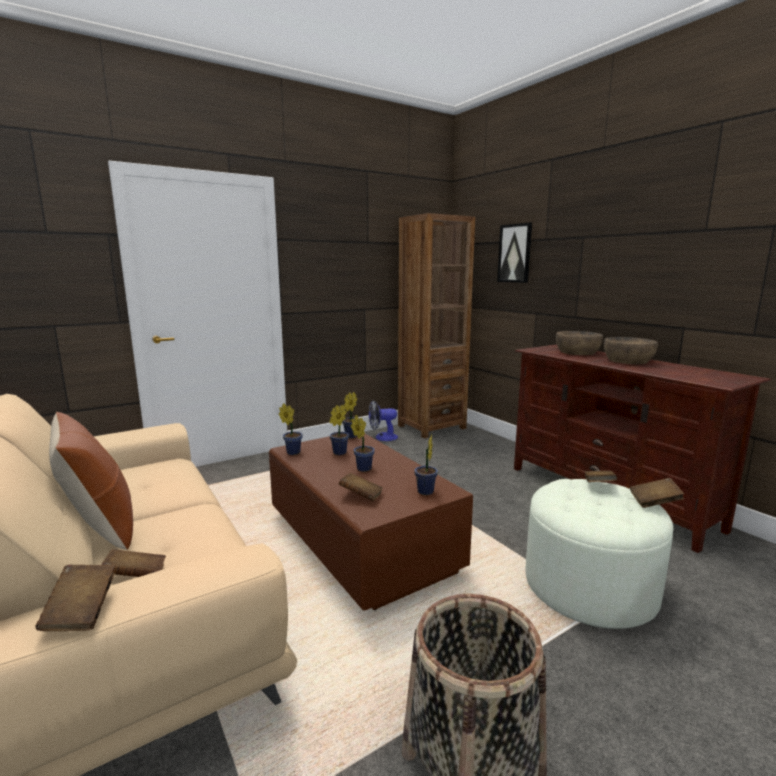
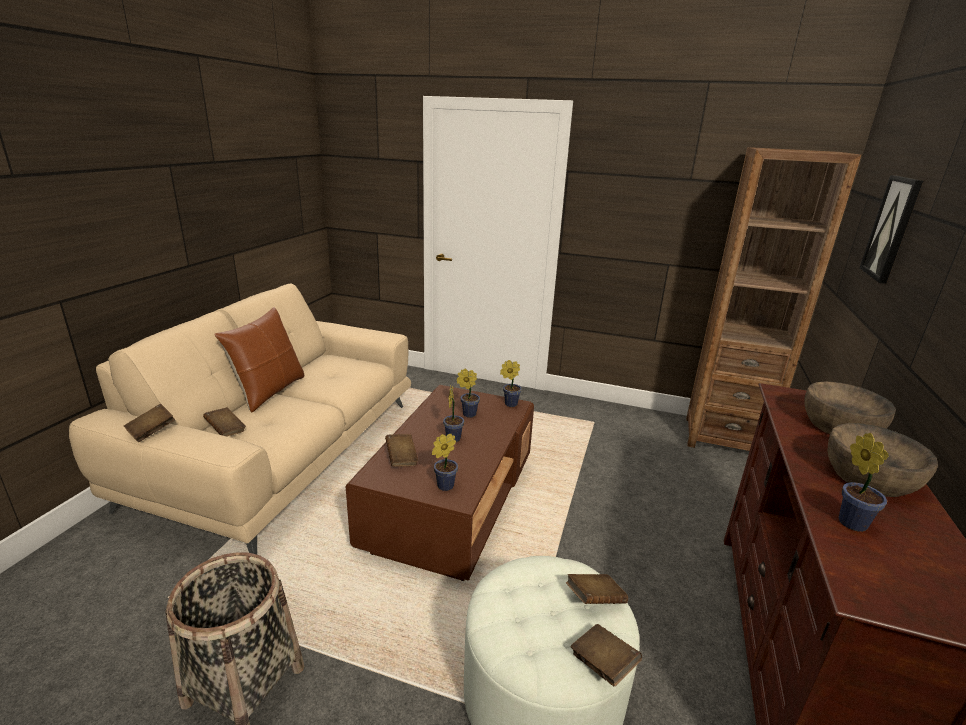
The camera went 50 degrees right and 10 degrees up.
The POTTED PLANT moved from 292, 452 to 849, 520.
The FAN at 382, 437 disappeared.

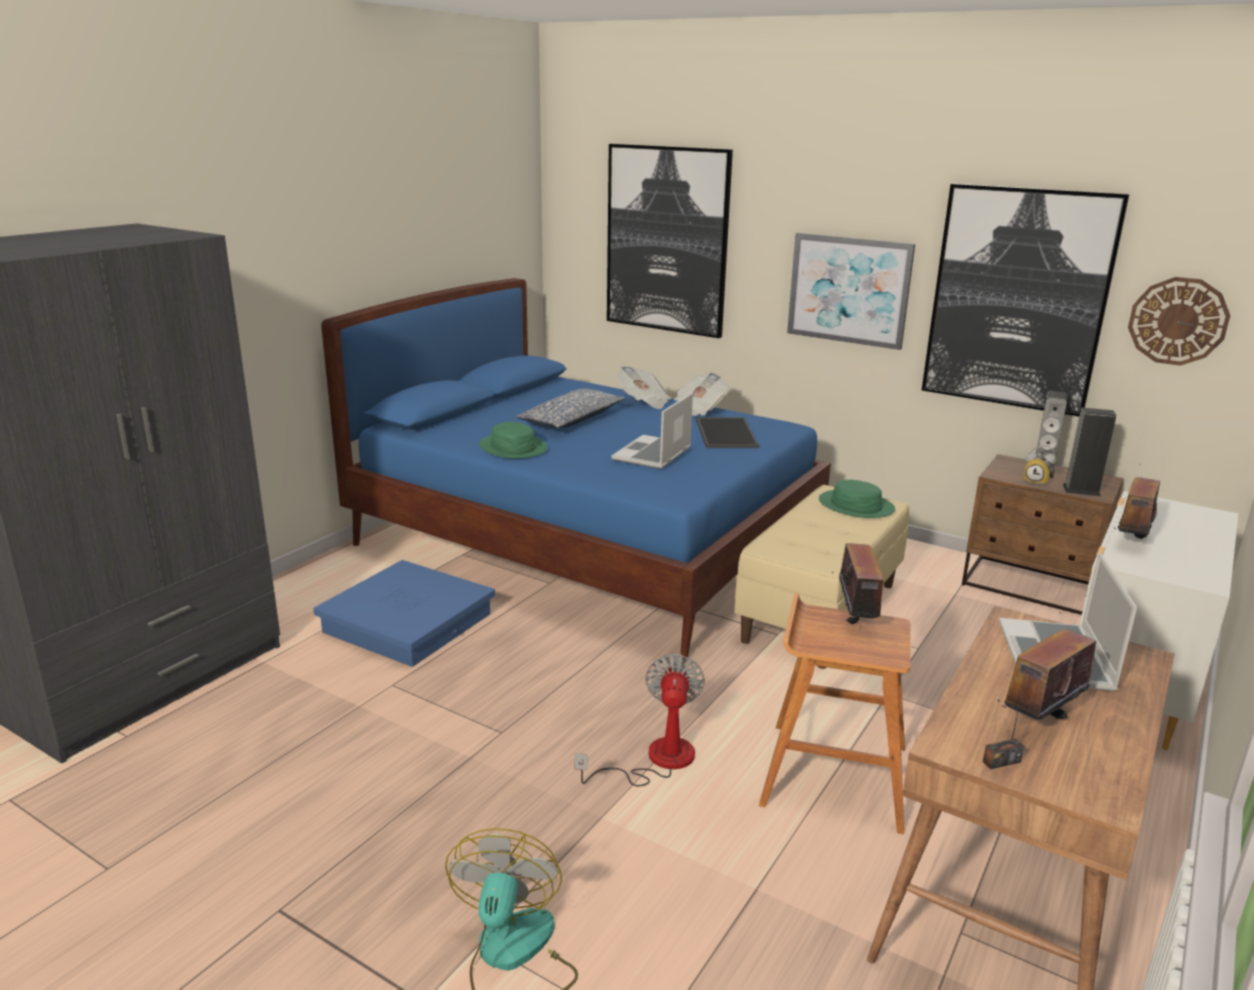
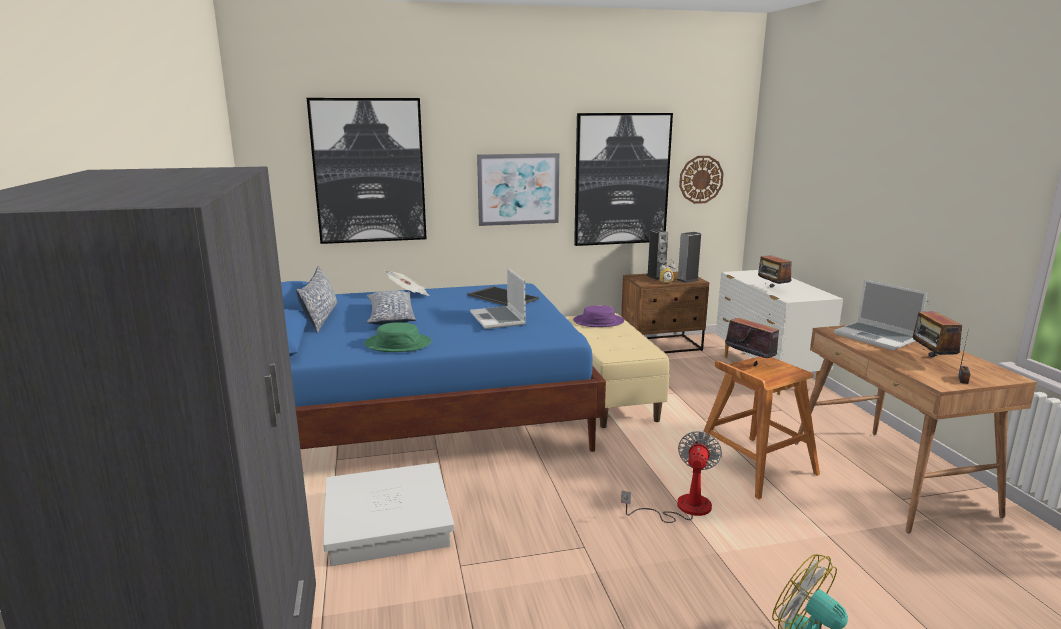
The camera went 45 degrees left and 5 degrees down.
The PILLOW at 320, 317 appeared.
The BLUE STORAGE BOX at 408, 622 became the WHITE STORAGE BOX at 388, 521.
The GREEN HAT at 855, 506 became the PURPLE HAT at 598, 321.
The FAN at 656, 760 turned 60 degrees clockwise.
The NEWSPAPER at 697, 410 disappeared.

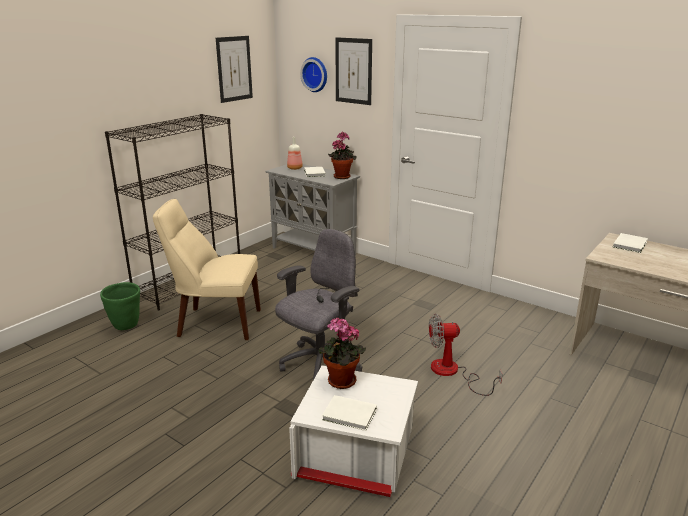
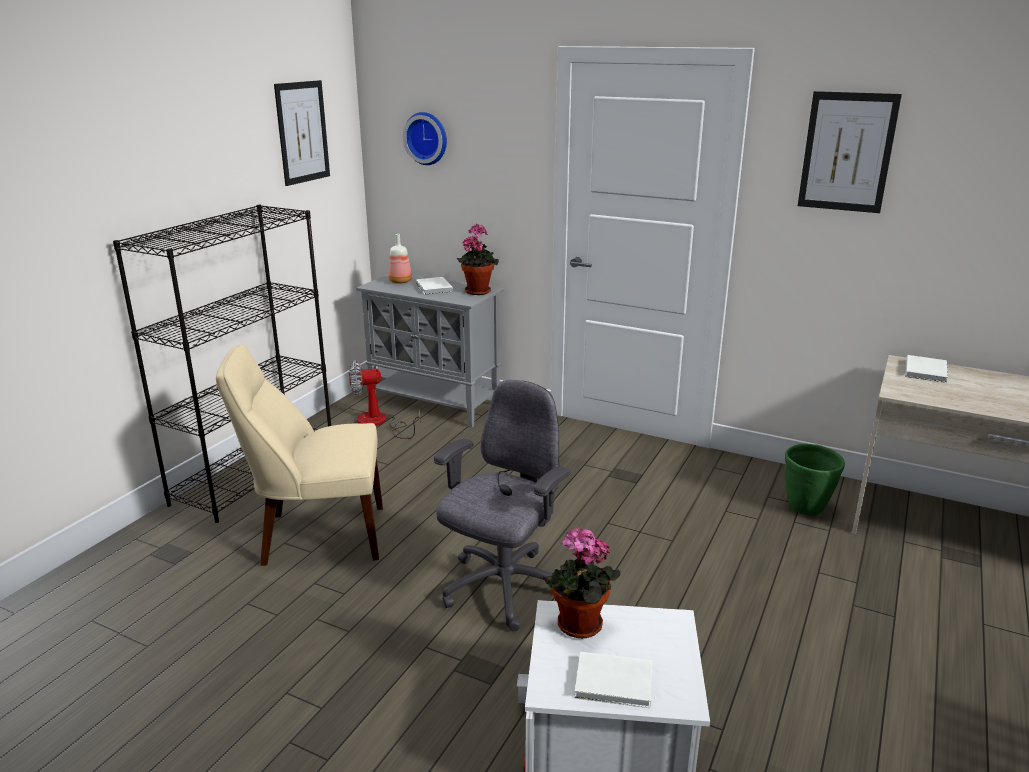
The camera went 10 degrees left and 0 degrees up.
The FAN moved from 452, 373 to 379, 423.
The GREEN PLANTER moved from 126, 325 to 806, 508.
The PICTURE moved from 353, 71 to 847, 152.

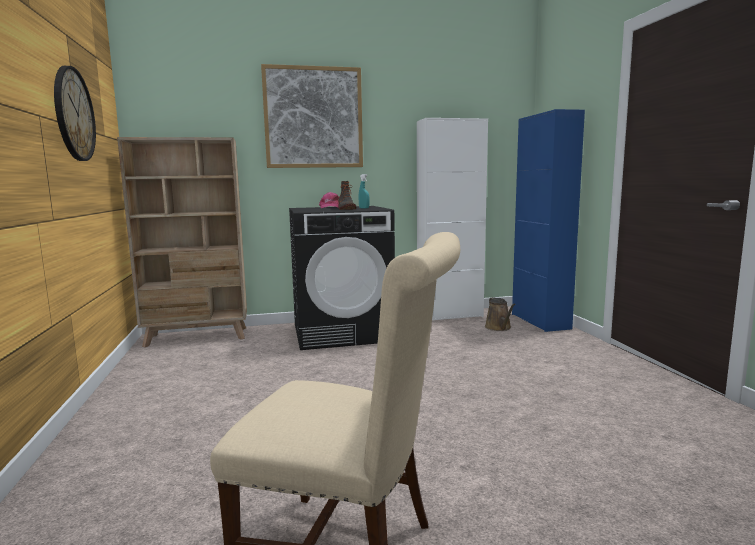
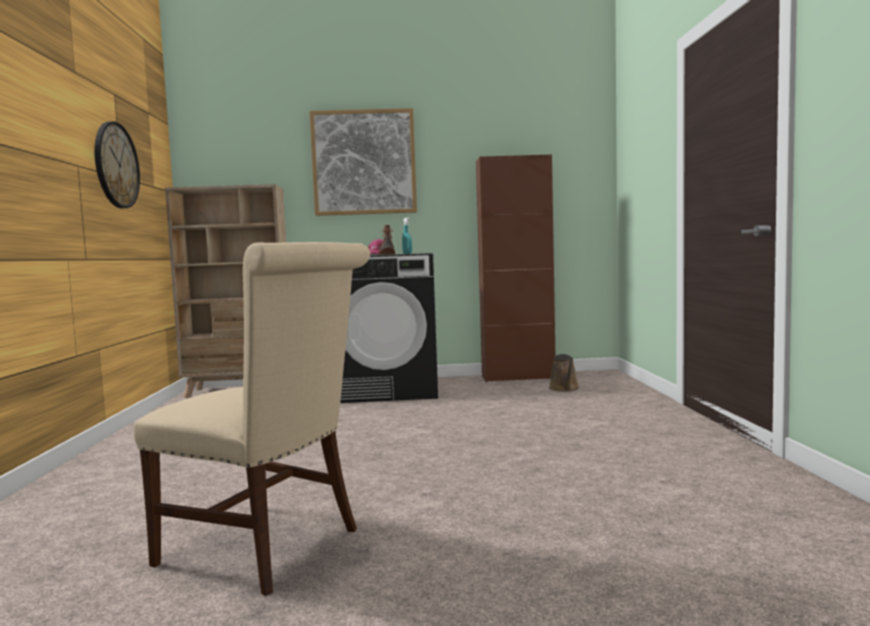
The camera went 10 degrees right and 5 degrees down.
The WHITE CABINET at 449, 315 became the BROWN CABINET at 518, 377.
The BLUE CABINET at 540, 321 disappeared.

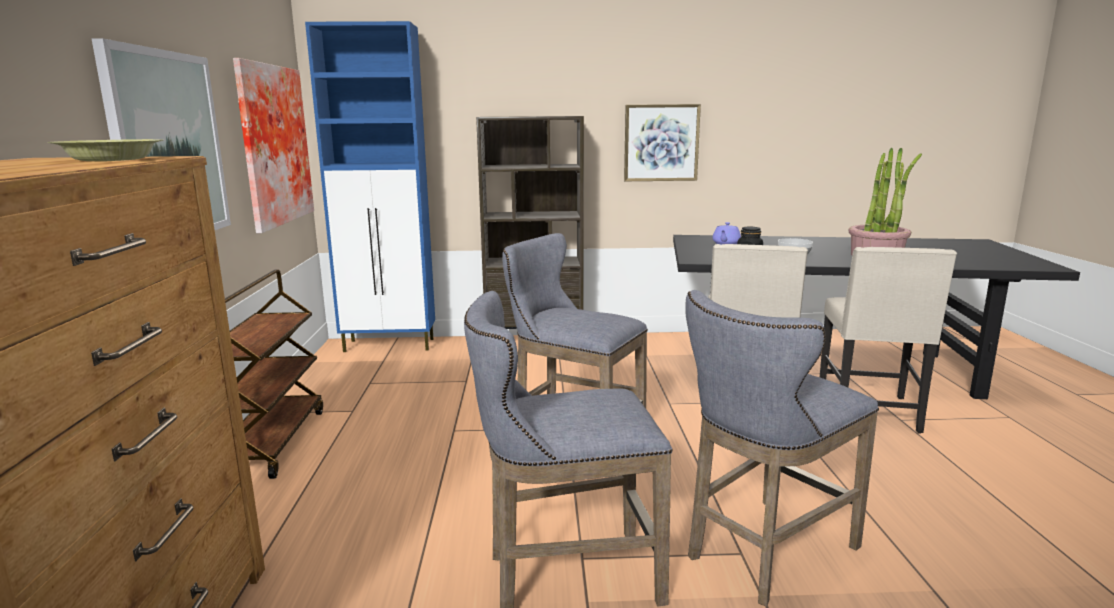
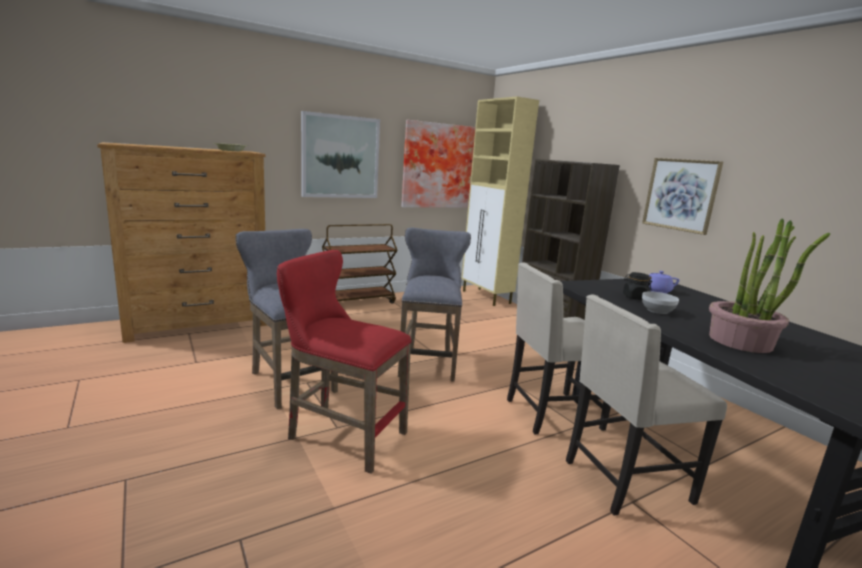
The camera went 60 degrees right and 0 degrees up.
The GREY STOOL at 764, 553 became the RED STOOL at 341, 435.
The BLUE CABINET at 390, 345 became the BEIGE CABINET at 486, 297.

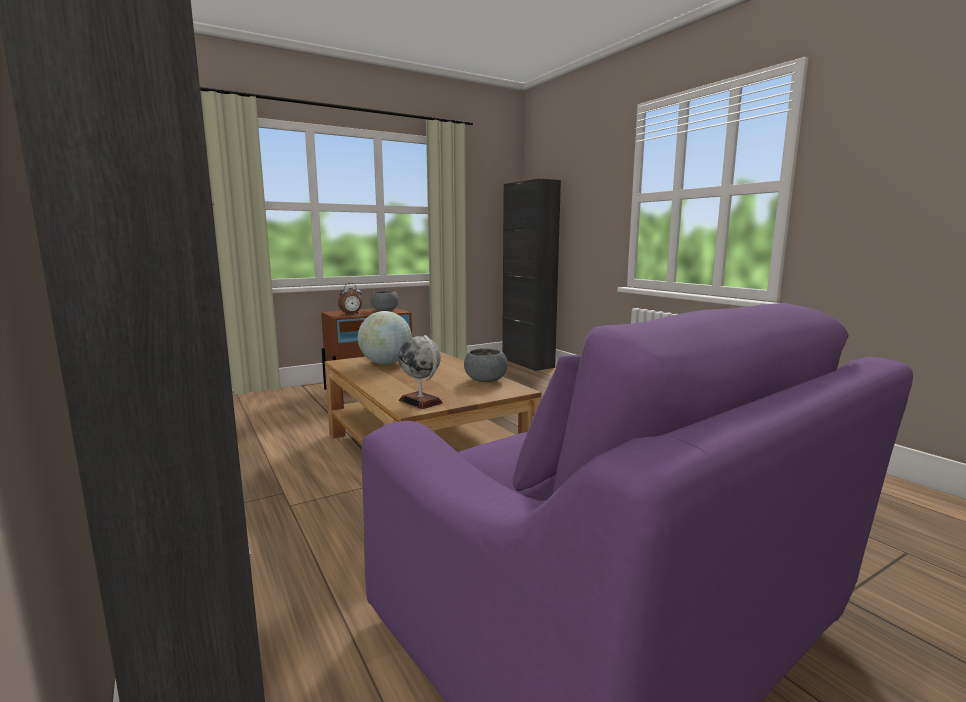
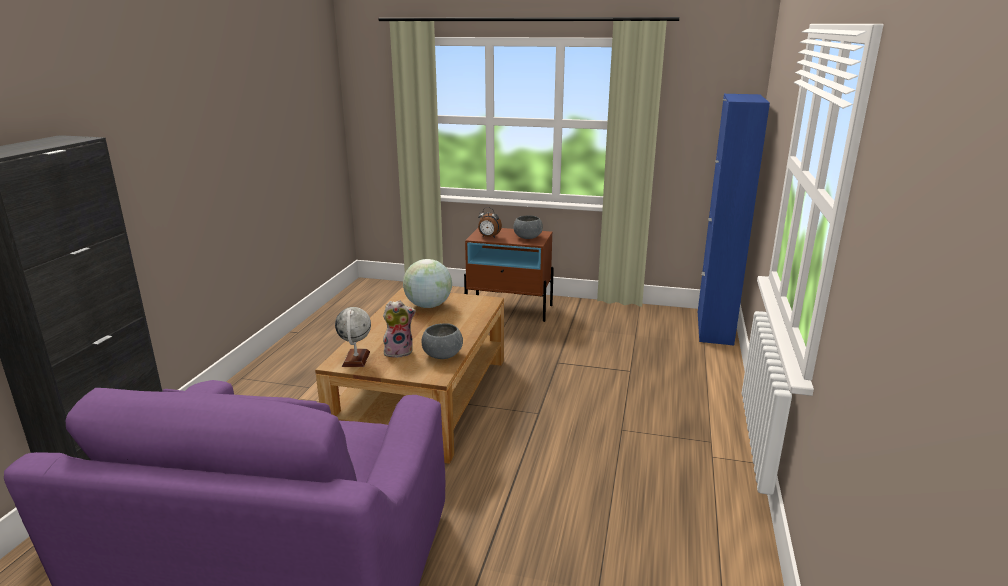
The camera went 45 degrees right and 10 degrees up.
The PLUSH TOY at 399, 351 appeared.
The BLACK CABINET at 527, 363 became the BLUE CABINET at 714, 328.

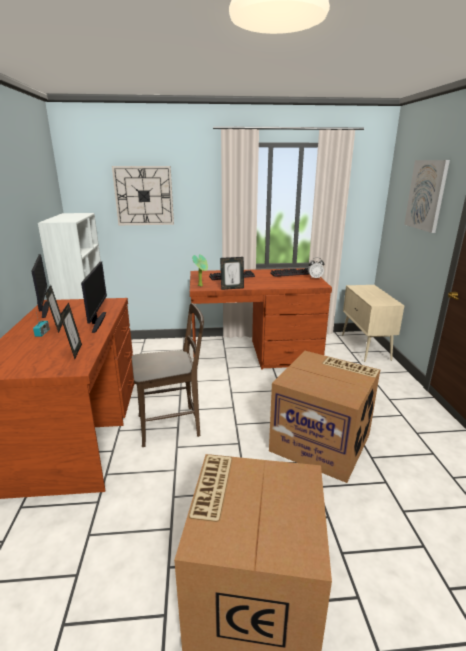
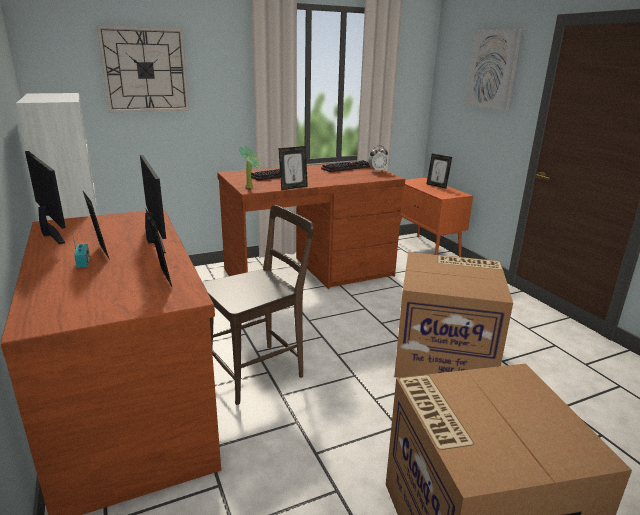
The camera went 20 degrees left and 0 degrees up.
The BEIGE CABINET at 365, 347 became the ORANGE CABINET at 426, 250.
The PICTURE FRAME at 437, 186 appeared.

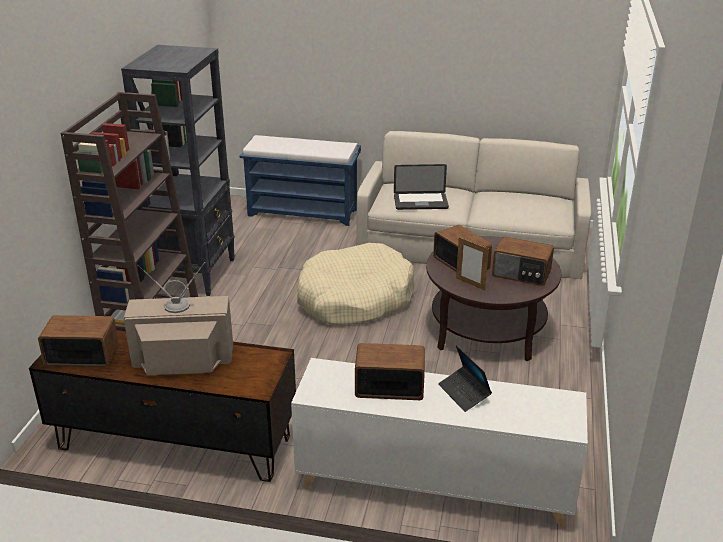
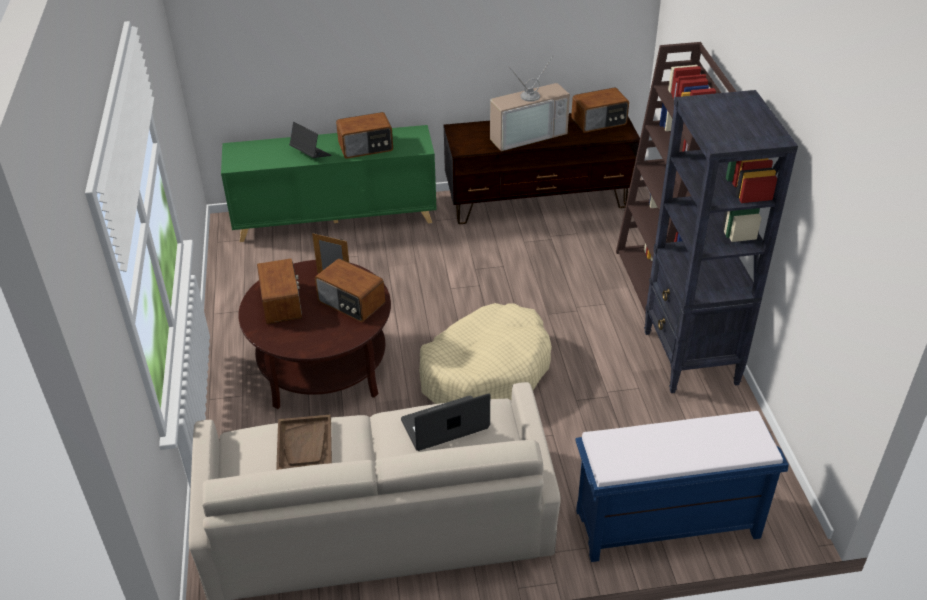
The camera went 160 degrees right and 10 degrees up.
The WHITE CABINET at 433, 484 became the GREEN CABINET at 336, 218.
The RADIO at 521, 274 turned 75 degrees clockwise.
The BROWN TRAY at 305, 446 appeared.

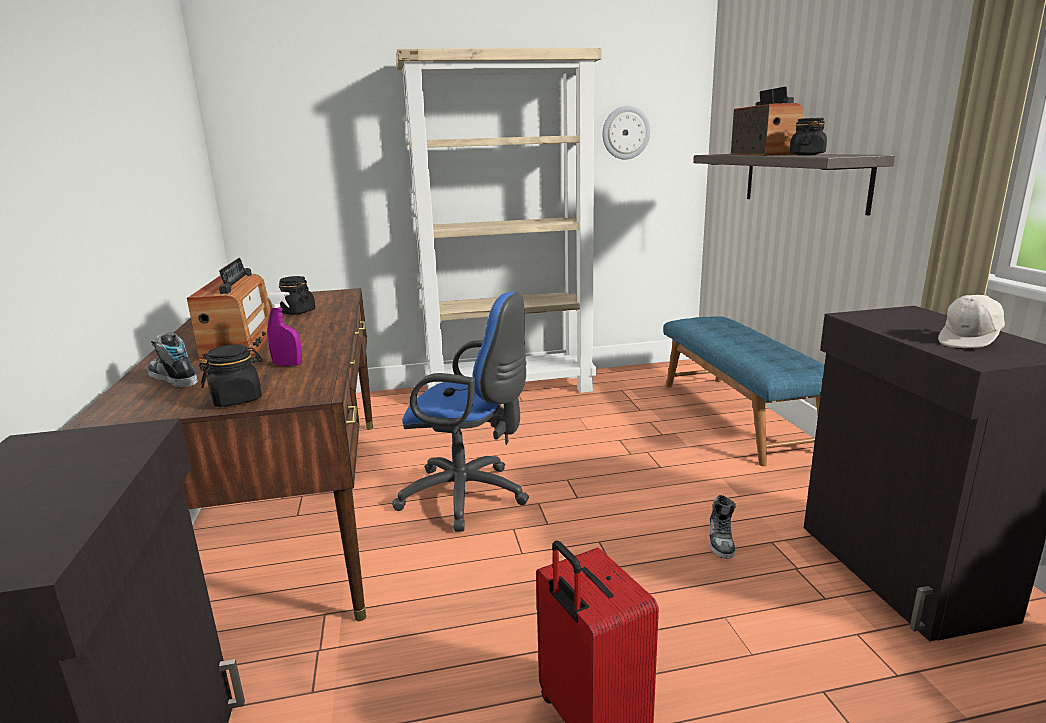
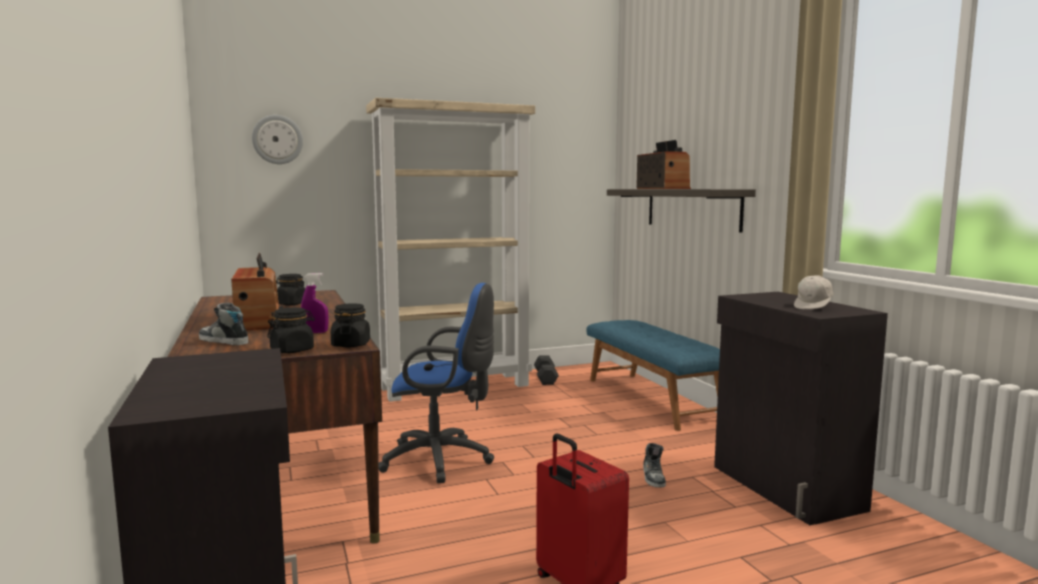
The camera went 10 degrees left and 10 degrees down.
The WALL CLOCK moved from 625, 133 to 277, 139.
The BLACK JAR moved from 806, 155 to 351, 344.
The GREY DUMBBELL at 545, 378 appeared.

